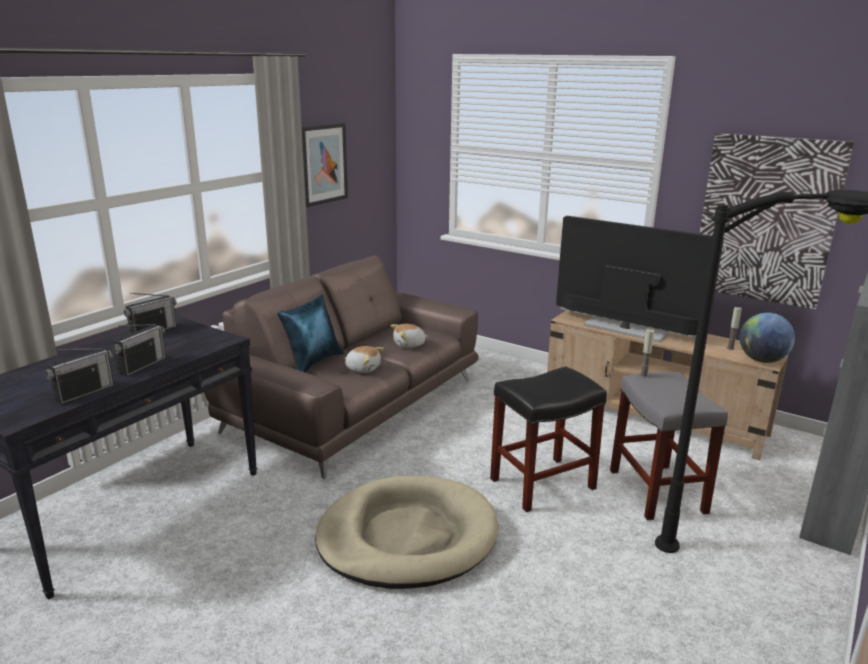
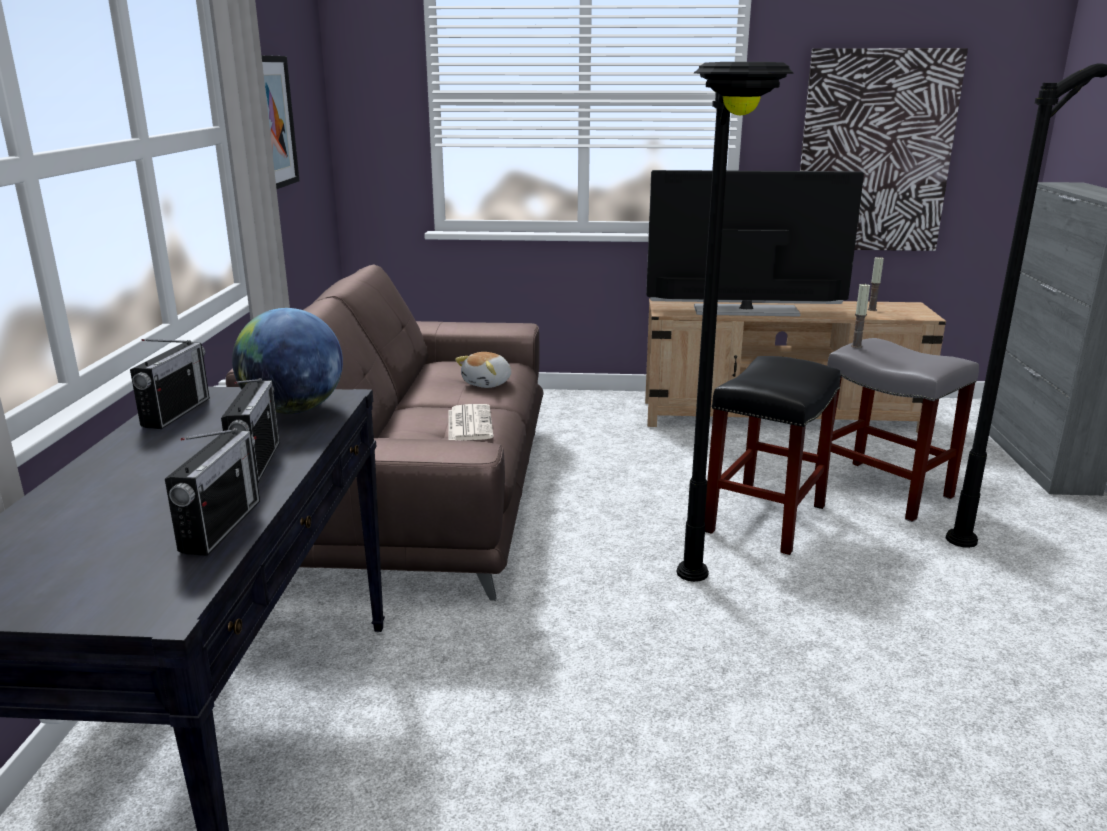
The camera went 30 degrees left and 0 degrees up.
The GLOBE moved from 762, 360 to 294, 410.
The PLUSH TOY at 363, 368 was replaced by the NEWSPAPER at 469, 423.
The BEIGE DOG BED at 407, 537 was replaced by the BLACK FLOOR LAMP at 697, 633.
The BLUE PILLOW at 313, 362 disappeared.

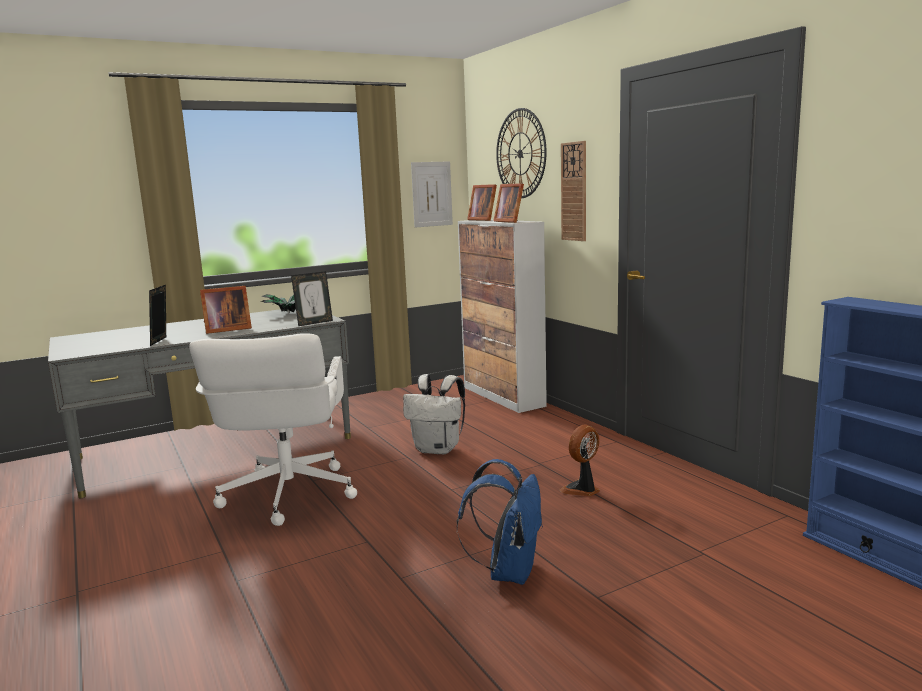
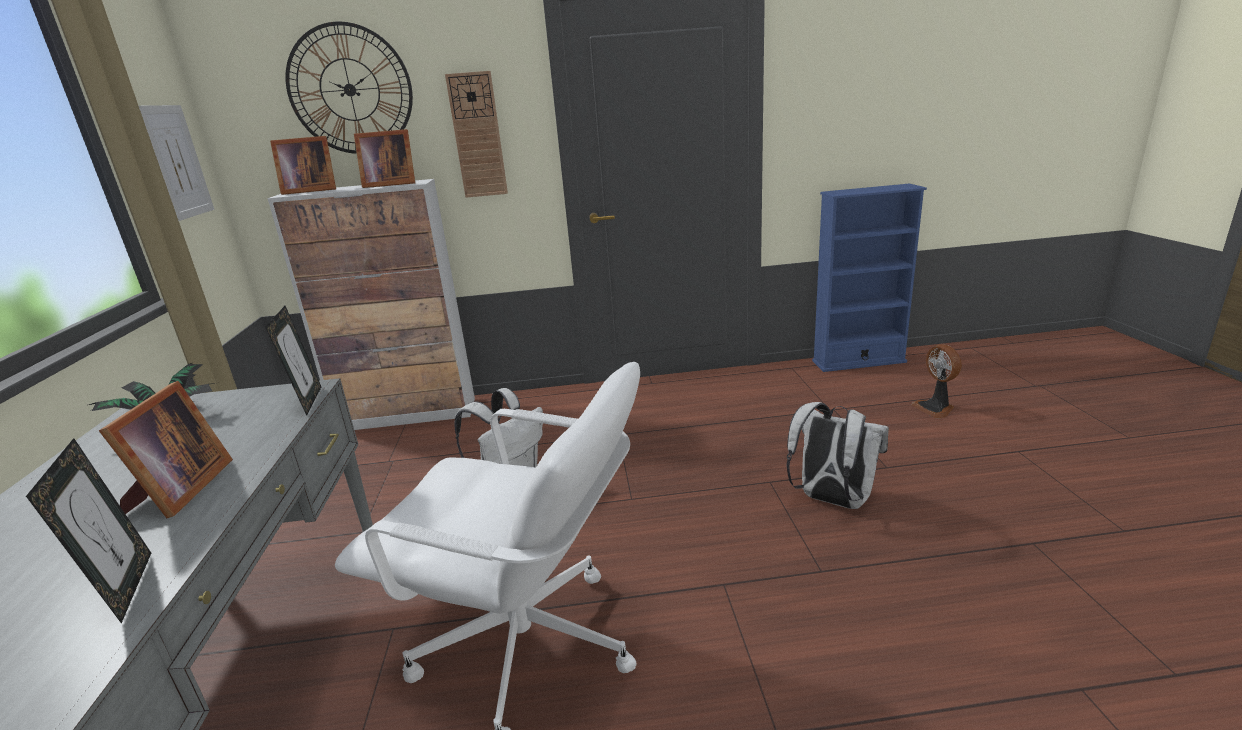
The camera went 65 degrees left and 10 degrees up.
The PICTURE FRAME at 161, 341 turned 135 degrees counterclockwise.
The BLUE BACKPACK at 509, 571 became the WHITE BACKPACK at 831, 500.
The FAN moved from 582, 490 to 935, 408.

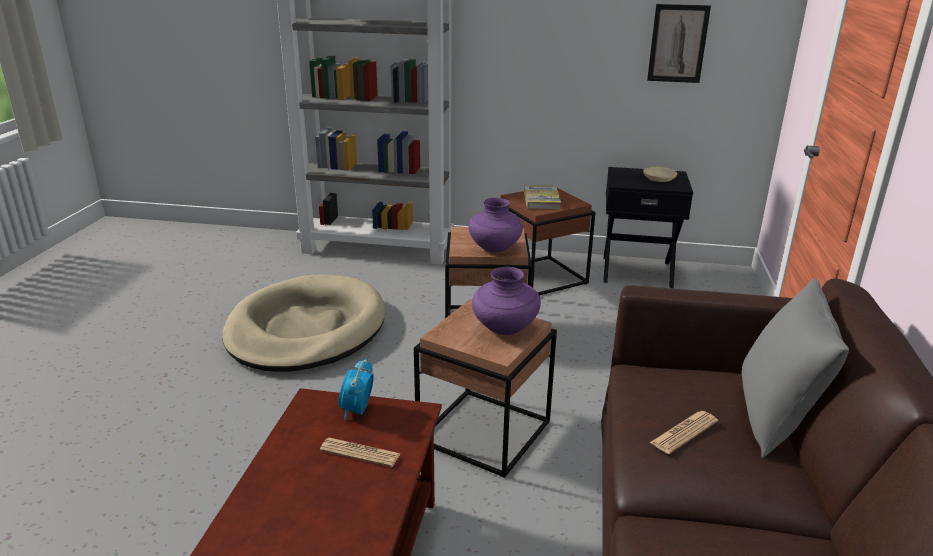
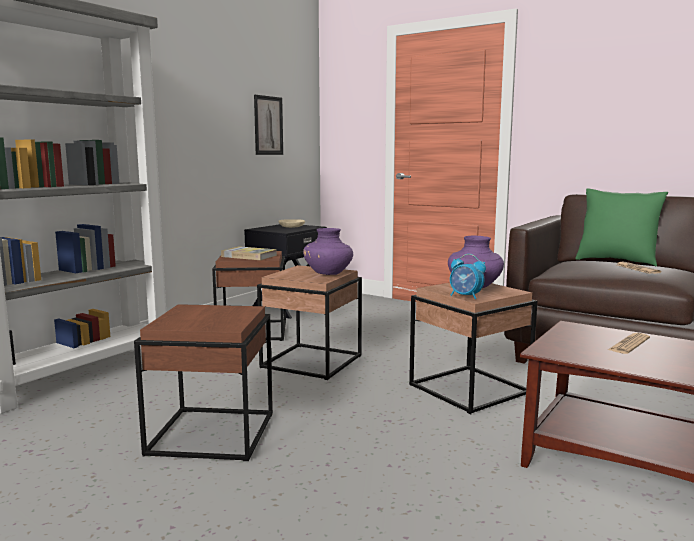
The camera went 65 degrees left and 15 degrees down.
The BEIGE DOG BED at 306, 329 was replaced by the BROWN SIDE TABLE at 213, 434.
The ALARM CLOCK moved from 357, 410 to 465, 296.
The GREY PILLOW at 775, 419 became the GREEN PILLOW at 616, 261.

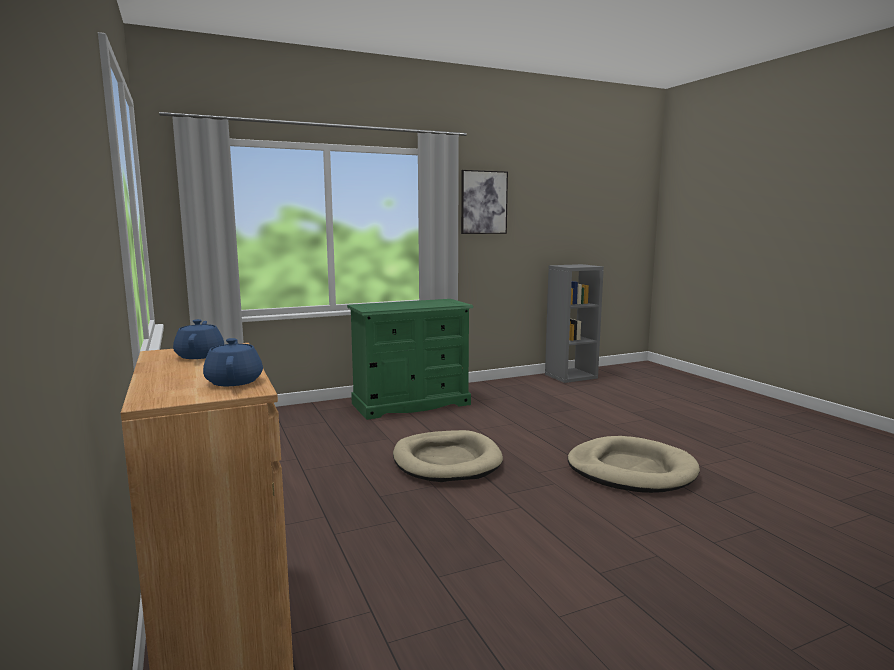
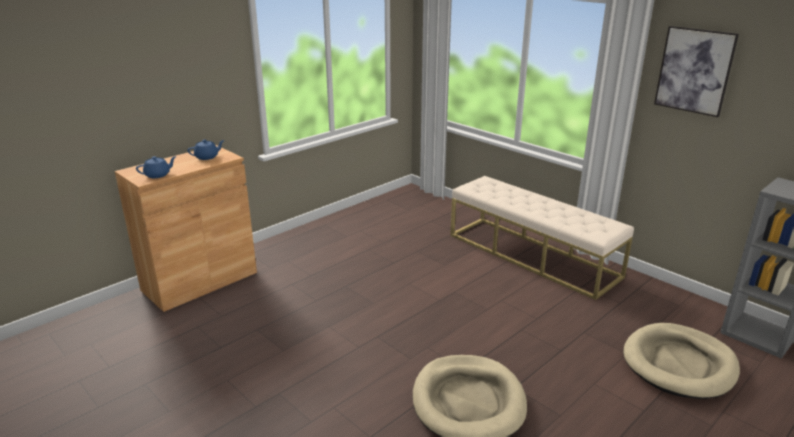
The camera went 70 degrees right and 15 degrees up.
The GREEN DRESSER at 411, 404 was replaced by the BEIGE BENCH at 532, 255.
The BEIGE DOG BED moved from 446, 461 to 679, 364.

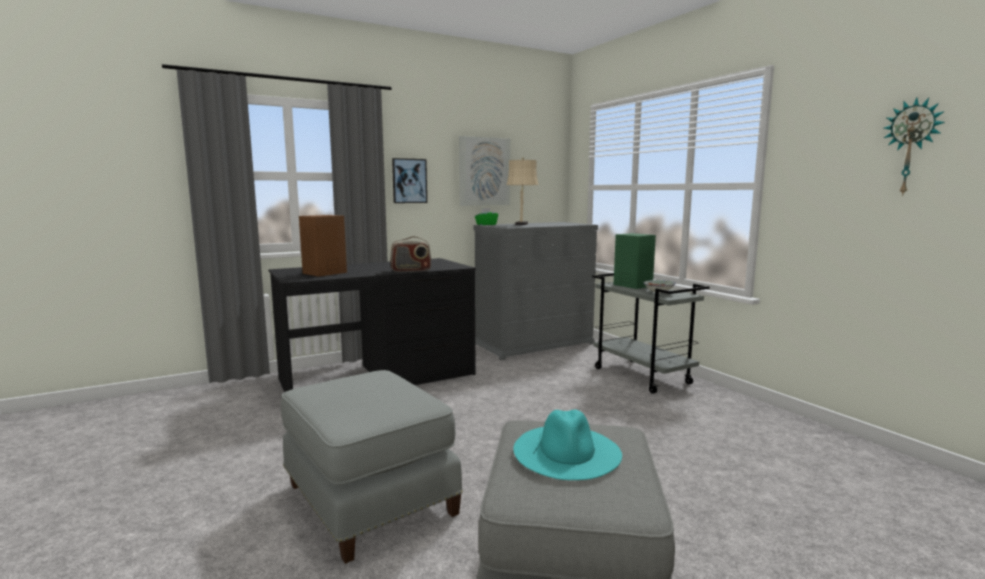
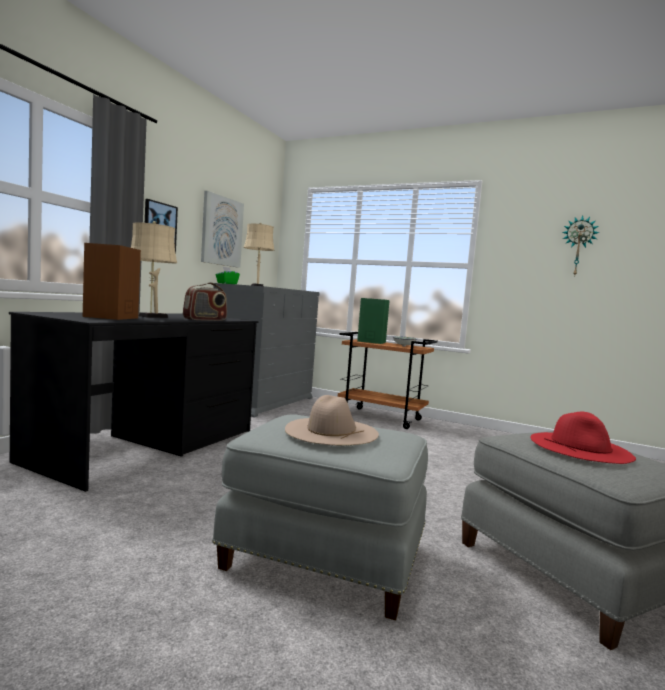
The camera went 35 degrees left and 5 degrees down.
The BEIGE TABLE LAMP at 150, 316 appeared.
The BEIGE HAT at 331, 431 appeared.
The GREY CART at 643, 376 became the BROWN CART at 382, 418.
The TURQUOISE HAT at 567, 451 became the RED HAT at 580, 447.

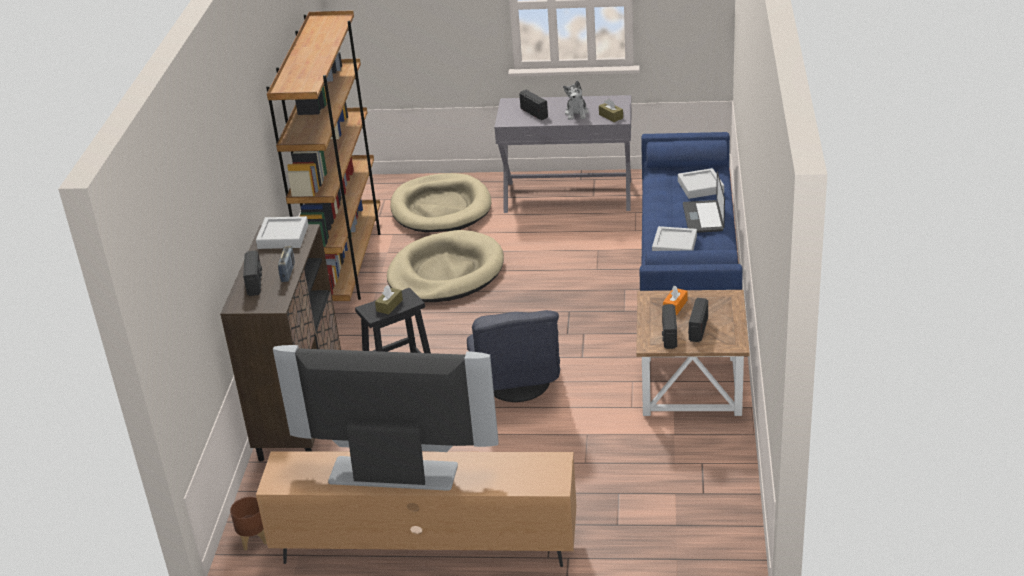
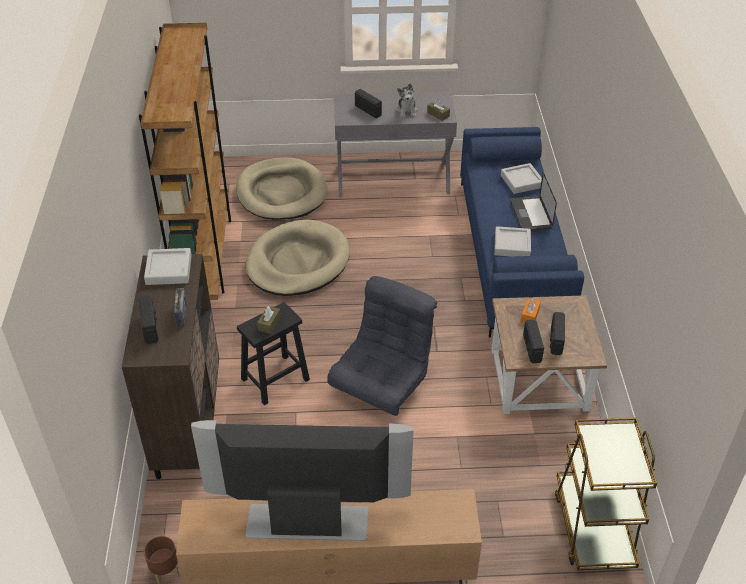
The camera went 10 degrees left and 10 degrees up.
The GREY ARMCHAIR at 516, 384 turned 135 degrees counterclockwise.
The BROWN CART at 593, 527 appeared.

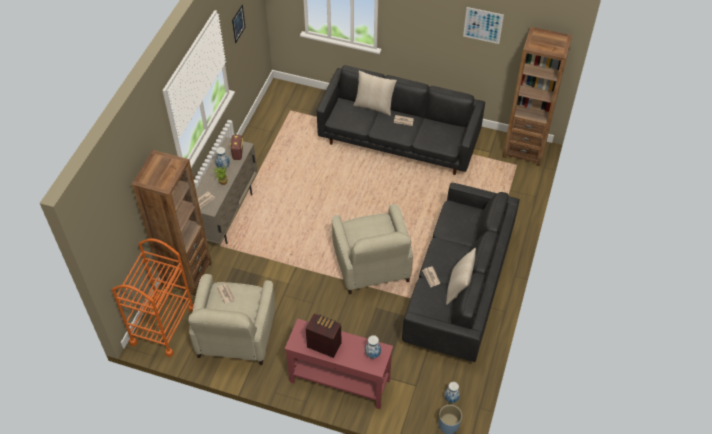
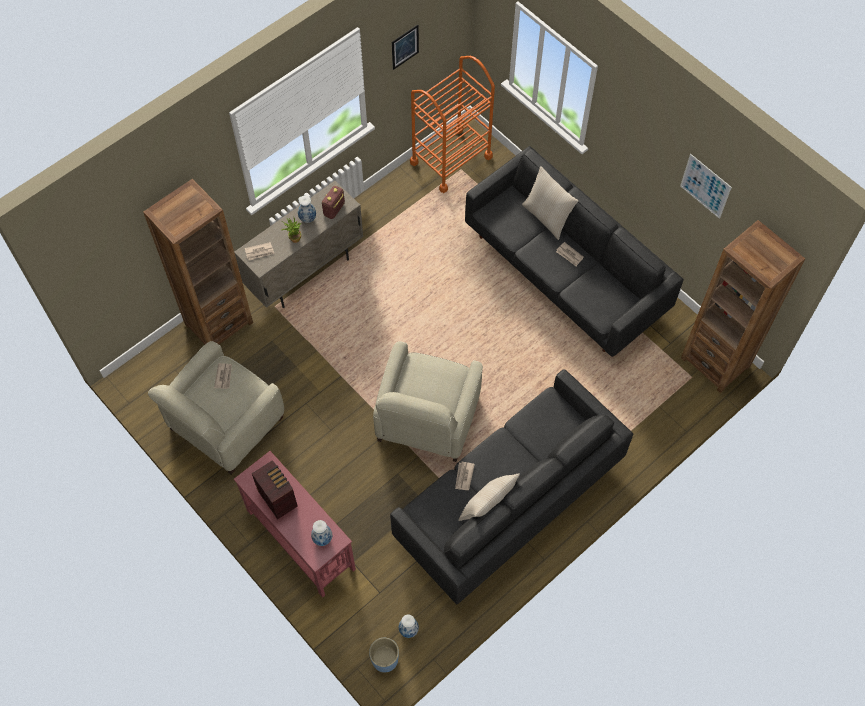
The camera went 30 degrees right and 10 degrees up.
The ORANGE CART moved from 163, 326 to 451, 159.

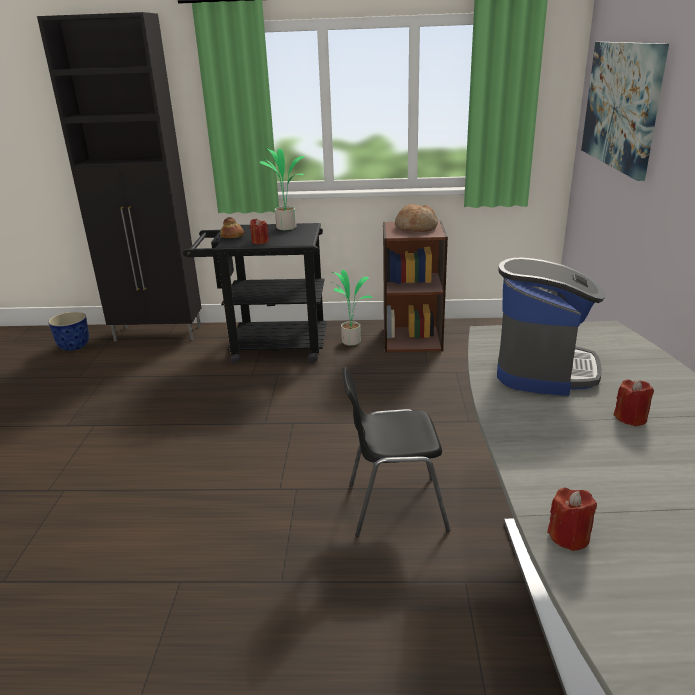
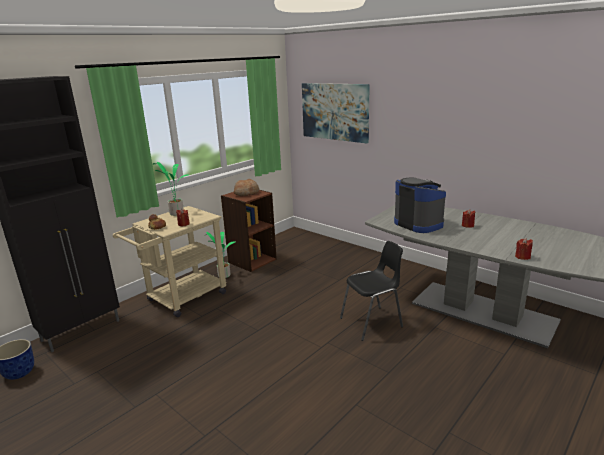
The camera went 50 degrees left and 5 degrees down.
The BLACK CART at 268, 347 became the BEIGE CART at 181, 299.
The BLACK CHAIR at 393, 506 turned 150 degrees counterclockwise.

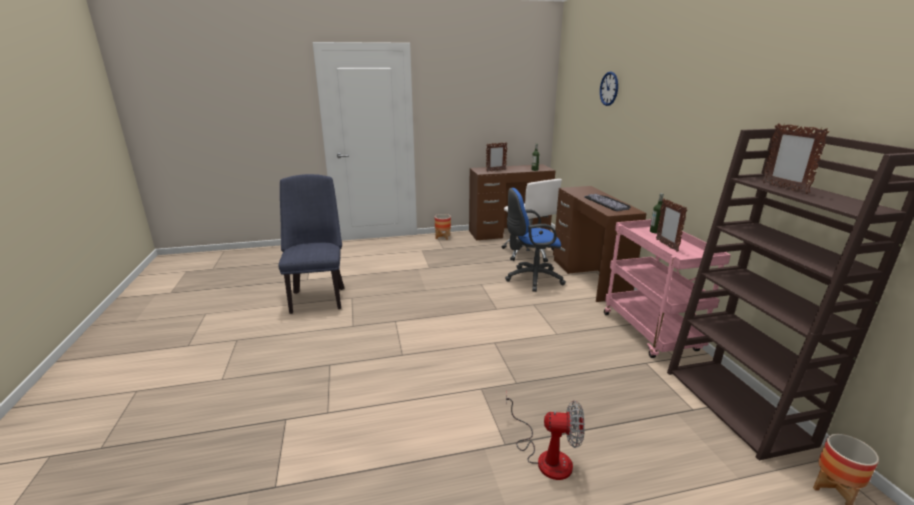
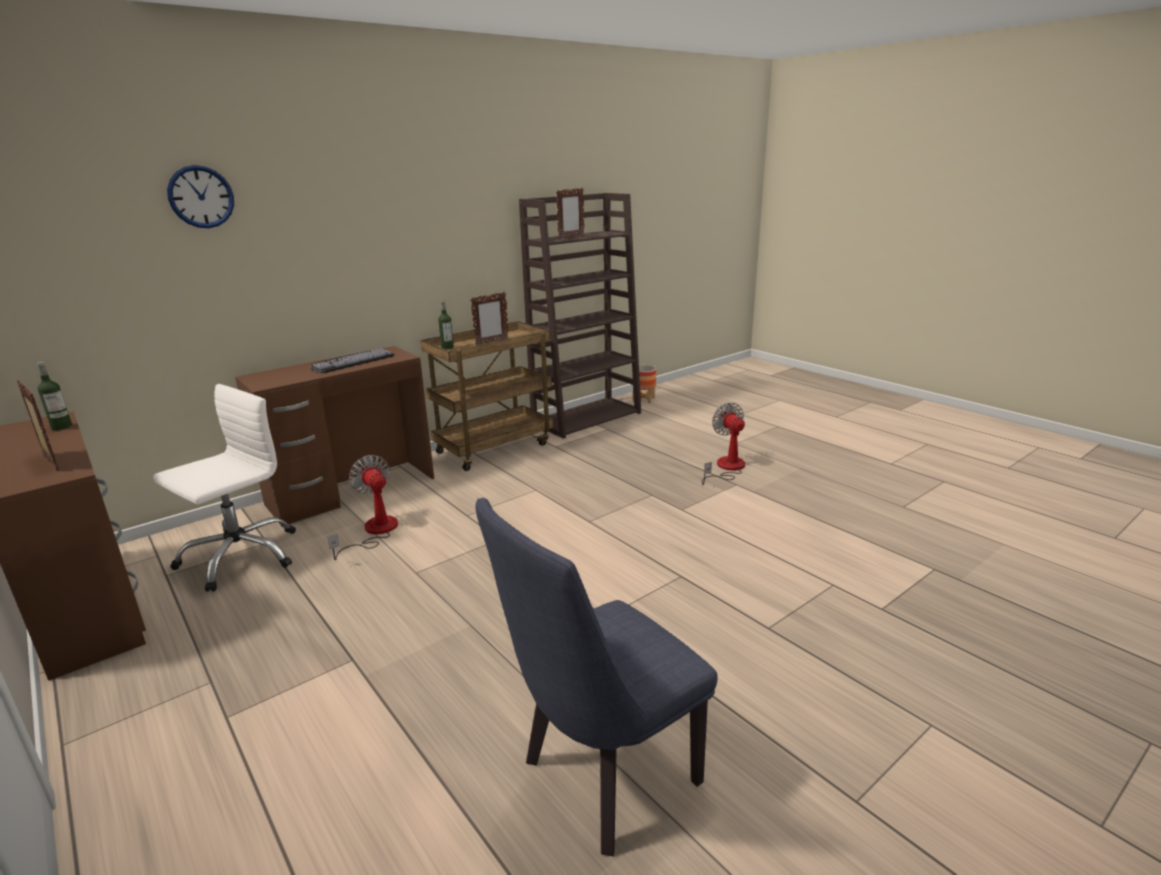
The camera went 115 degrees left and 0 degrees up.
The BLUE OFFICE CHAIR at 531, 279 was replaced by the FAN at 374, 532.
The PINK CART at 651, 333 became the BROWN CART at 494, 447.
The PLANTER at 442, 237 disappeared.

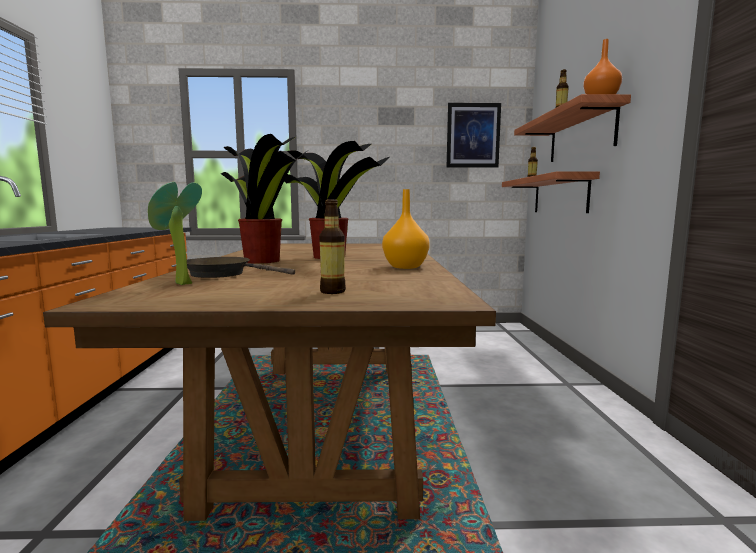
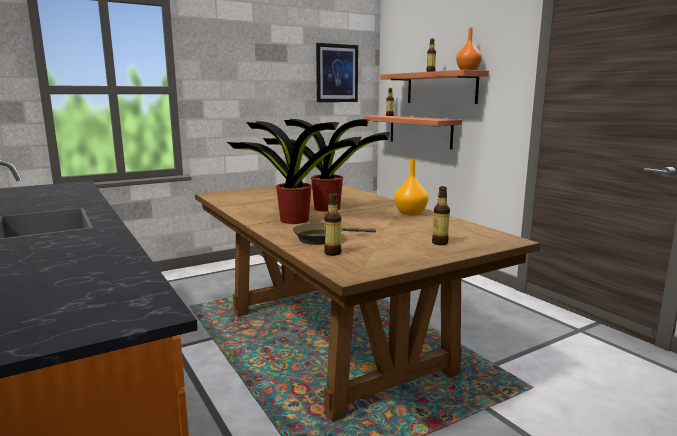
The camera went 30 degrees left and 5 degrees up.
The POTTED PLANT at 179, 284 was replaced by the BOTTLE at 332, 253.

